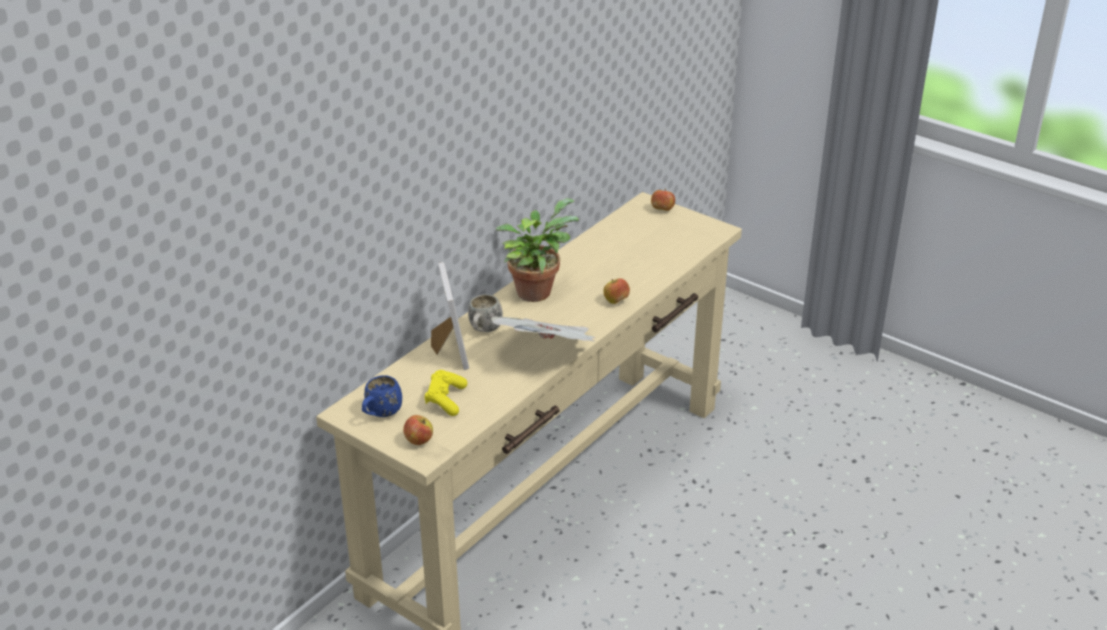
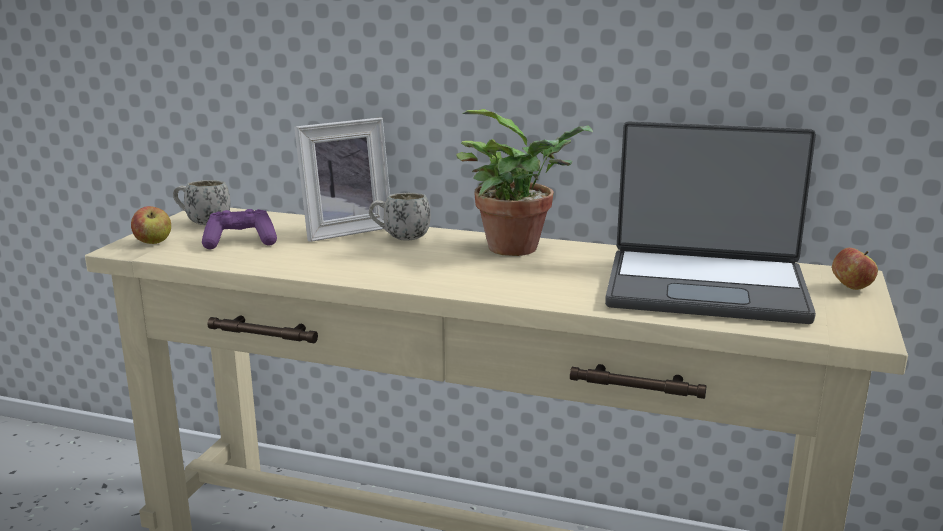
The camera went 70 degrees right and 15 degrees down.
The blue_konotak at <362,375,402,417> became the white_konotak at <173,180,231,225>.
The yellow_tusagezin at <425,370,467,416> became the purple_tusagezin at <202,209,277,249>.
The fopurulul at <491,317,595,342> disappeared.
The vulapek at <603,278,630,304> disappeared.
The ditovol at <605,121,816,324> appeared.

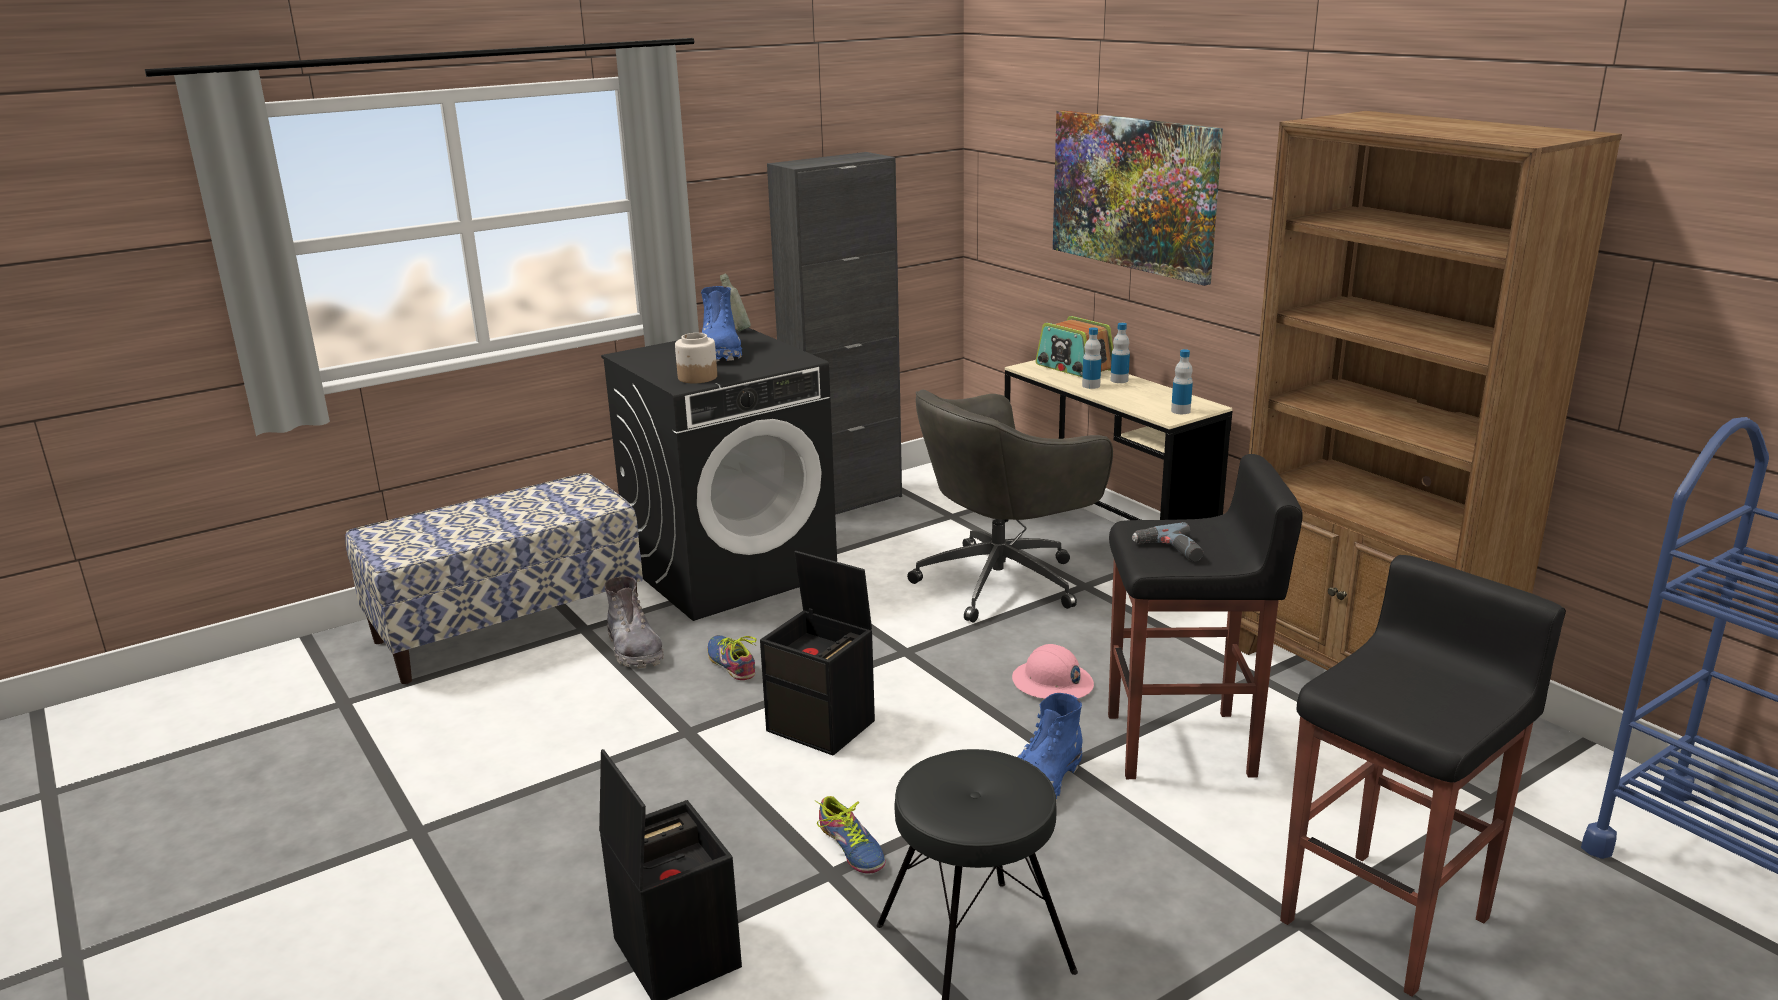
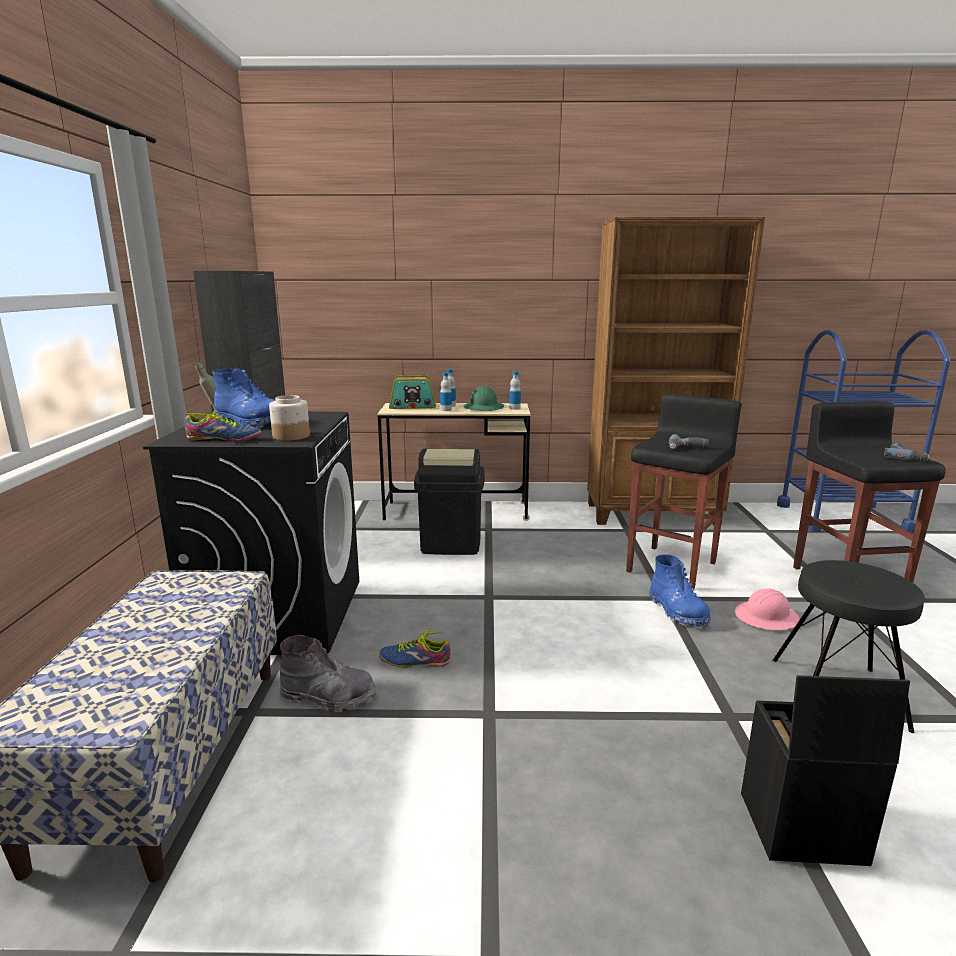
The camera went 55 degrees left and 5 degrees down.
The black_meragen at <760,551,875,756> disappeared.
The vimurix moved from <815,796,886,874> to <184,410,261,442>.
The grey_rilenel at <907,389,1113,623> was replaced by the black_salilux at <414,449,485,555>.
The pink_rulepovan moved from <1012,644,1094,699> to <735,589,800,630>.
The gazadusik at <1053,110,1223,286> disappeared.
The green_rulepovan at <464,386,504,411> appeared.
The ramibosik at <884,442,930,461> appeared.

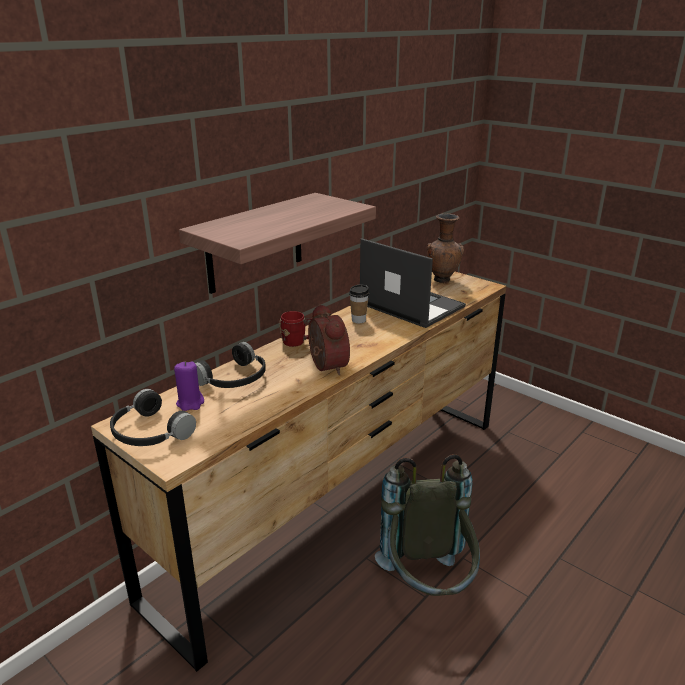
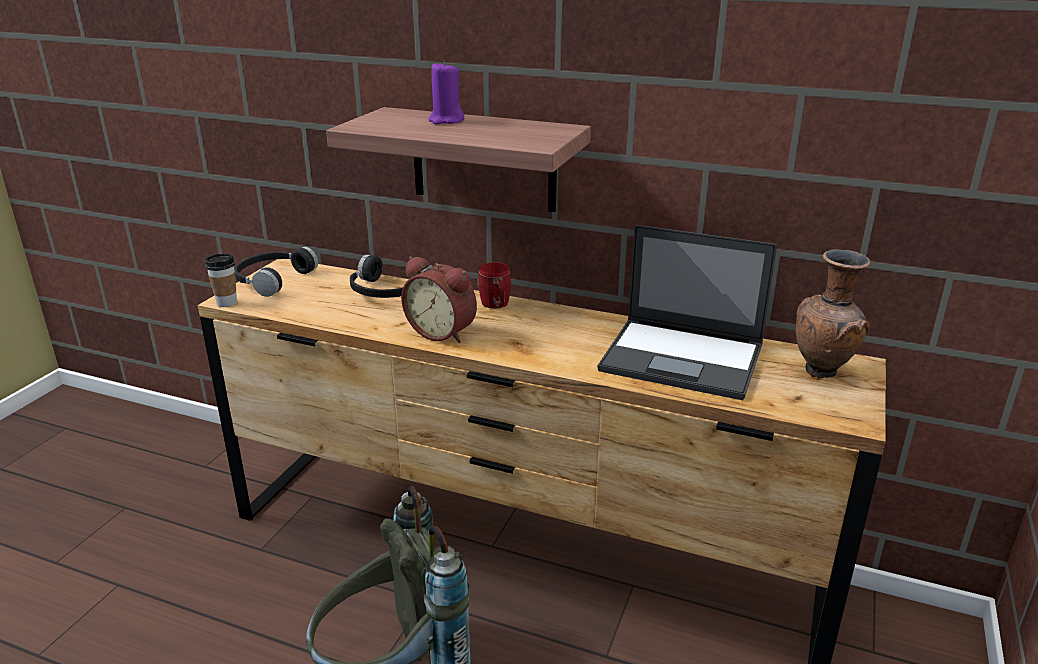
The camera went 70 degrees right and 0 degrees up.
The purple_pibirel moved from <174,361,204,411> to <429,61,464,125>.
The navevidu at <308,304,350,375> turned 75 degrees clockwise.
The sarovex moved from <349,284,369,323> to <205,254,237,307>.
The ditovol at <360,238,466,328> turned 90 degrees clockwise.

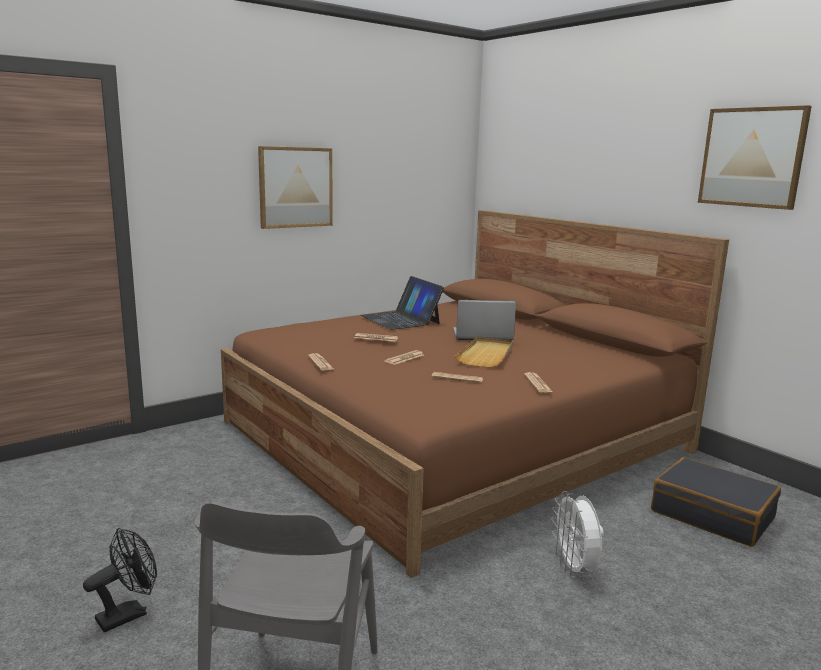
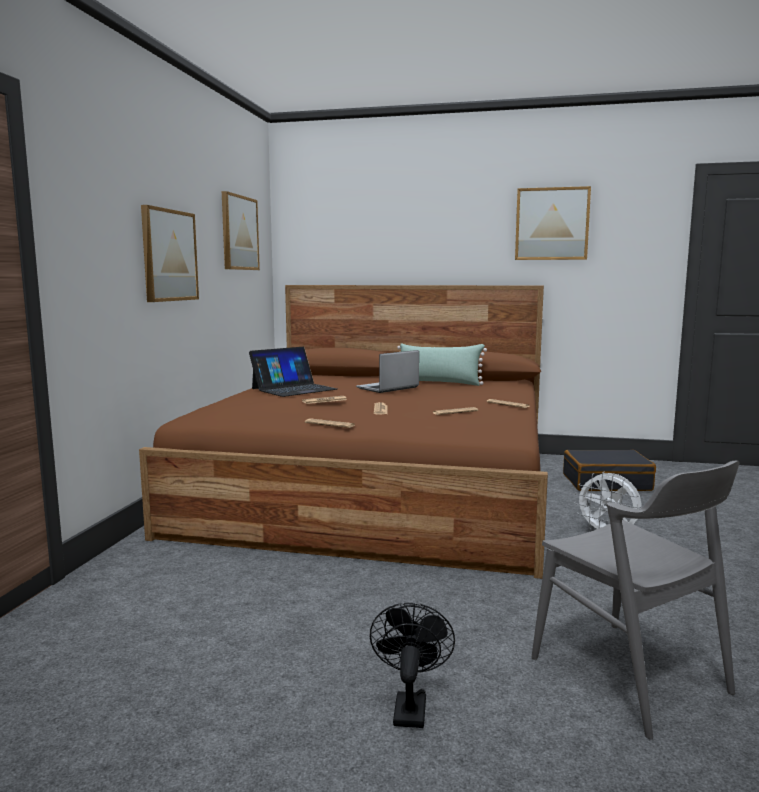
The camera went 40 degrees left and 5 degrees down.
The ditovol at <361,276,444,330> turned 60 degrees counterclockwise.
The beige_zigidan at <455,337,513,368> disappeared.
The gazadusik at <222,191,260,270> appeared.
The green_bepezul at <397,343,487,386> appeared.

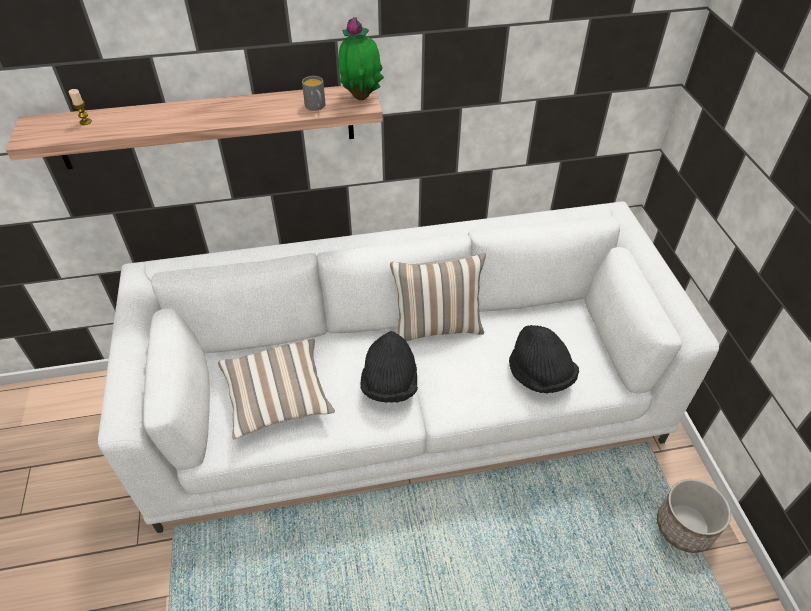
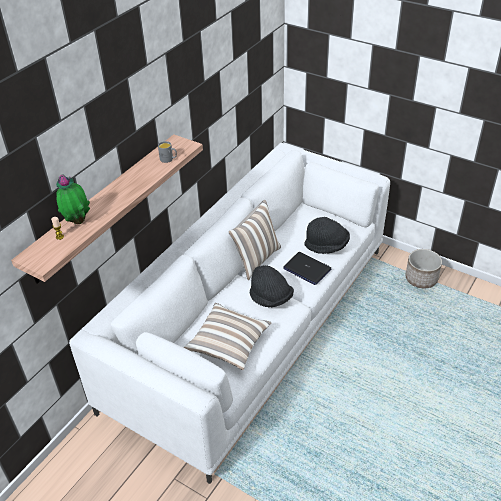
The camera went 45 degrees left and 5 degrees down.
The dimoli moved from <339,17,384,100> to <56,174,90,224>.
The ditovol at <283,252,332,285> appeared.

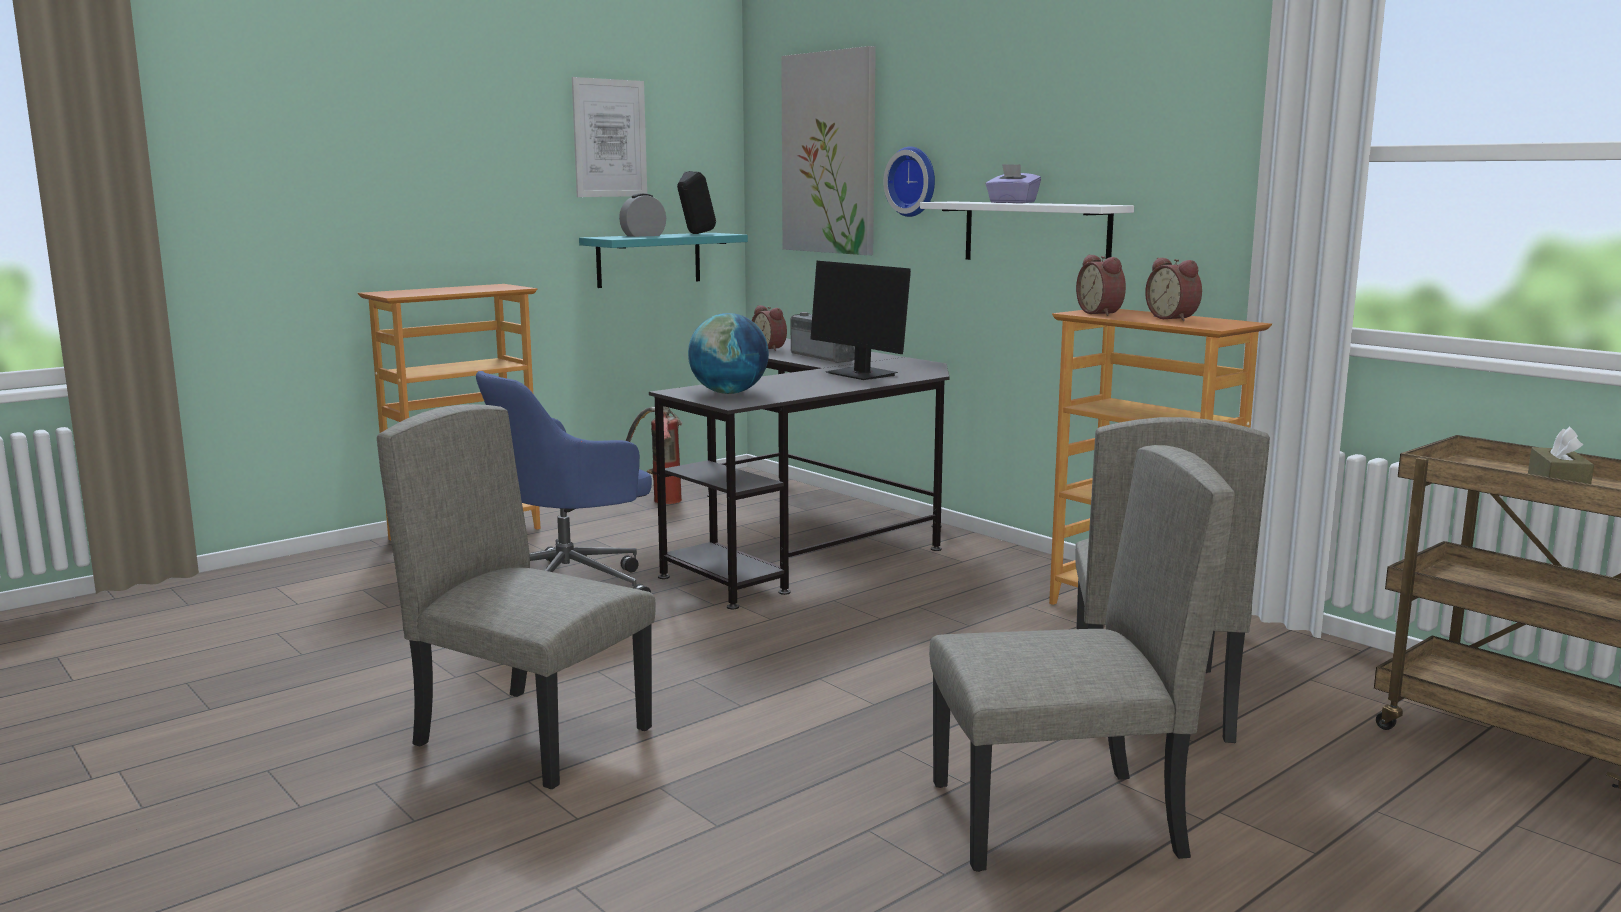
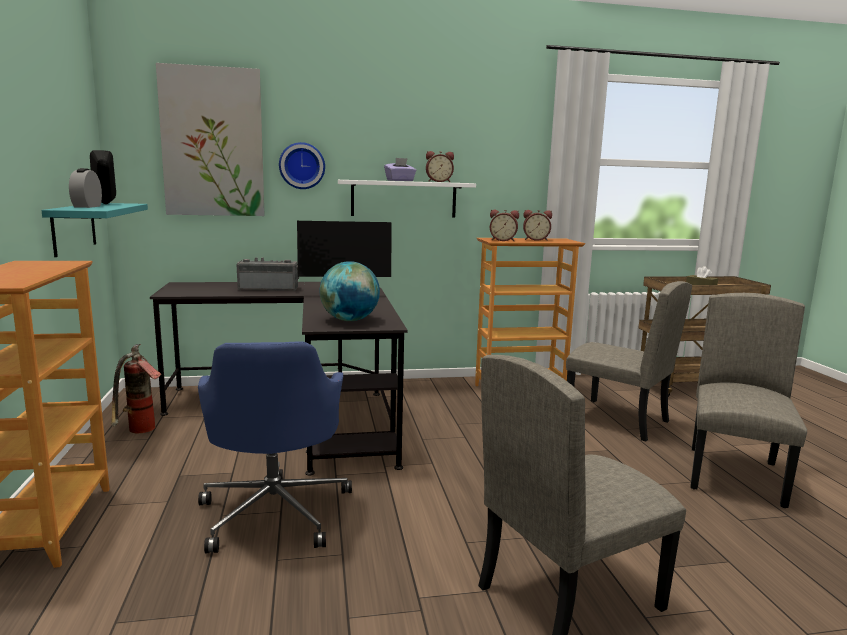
The camera went 60 degrees left and 0 degrees up.
The gazadusik at <572,77,647,197> disappeared.
The navevidu moved from <752,305,787,351> to <426,151,454,182>.

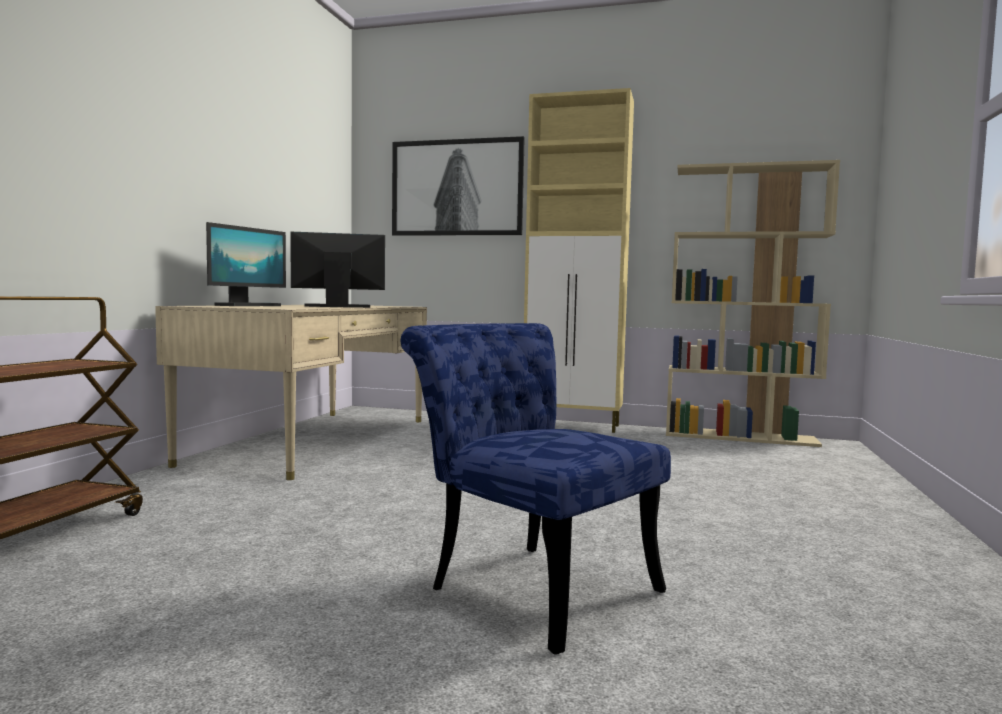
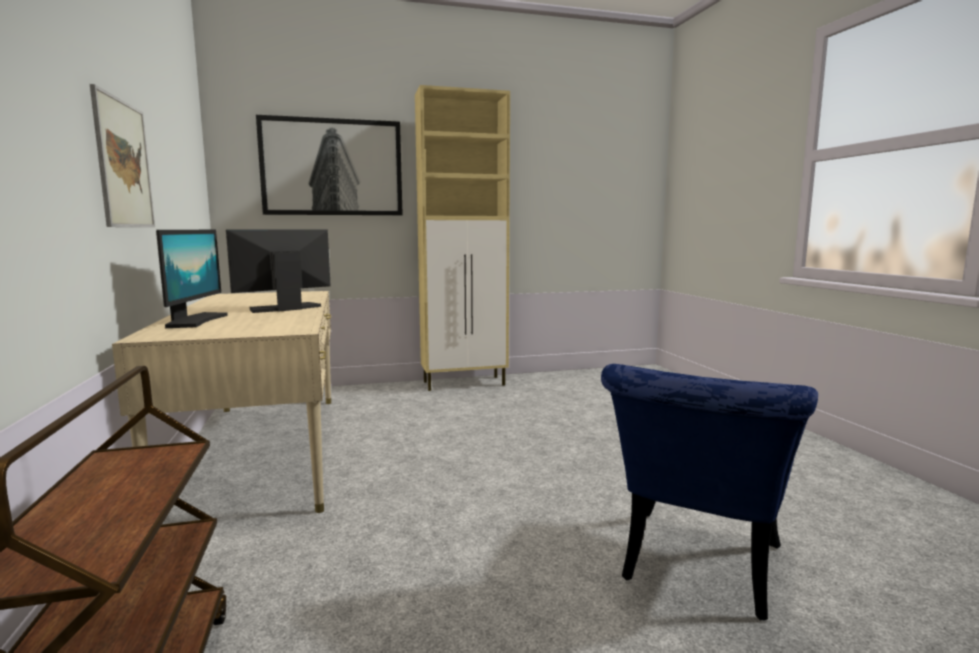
The camera went 30 degrees left and 5 degrees up.
The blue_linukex at <401,323,671,654> turned 75 degrees counterclockwise.
The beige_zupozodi at <666,160,840,447> disappeared.
The gazadusik at <90,84,155,227> appeared.

